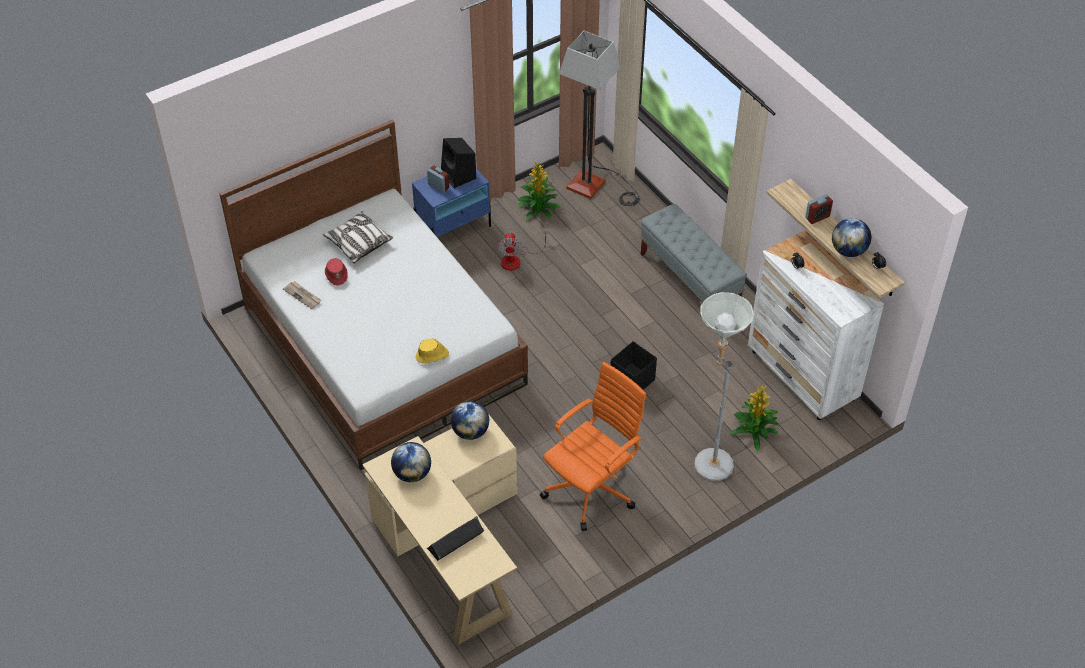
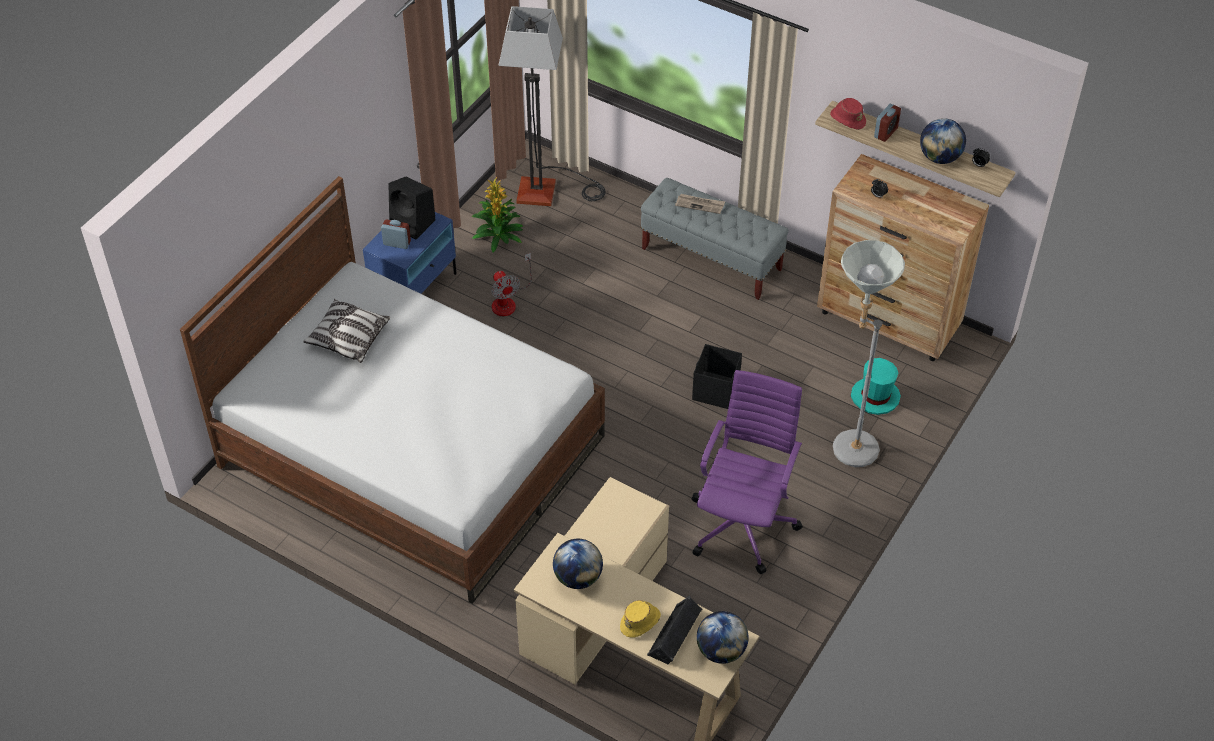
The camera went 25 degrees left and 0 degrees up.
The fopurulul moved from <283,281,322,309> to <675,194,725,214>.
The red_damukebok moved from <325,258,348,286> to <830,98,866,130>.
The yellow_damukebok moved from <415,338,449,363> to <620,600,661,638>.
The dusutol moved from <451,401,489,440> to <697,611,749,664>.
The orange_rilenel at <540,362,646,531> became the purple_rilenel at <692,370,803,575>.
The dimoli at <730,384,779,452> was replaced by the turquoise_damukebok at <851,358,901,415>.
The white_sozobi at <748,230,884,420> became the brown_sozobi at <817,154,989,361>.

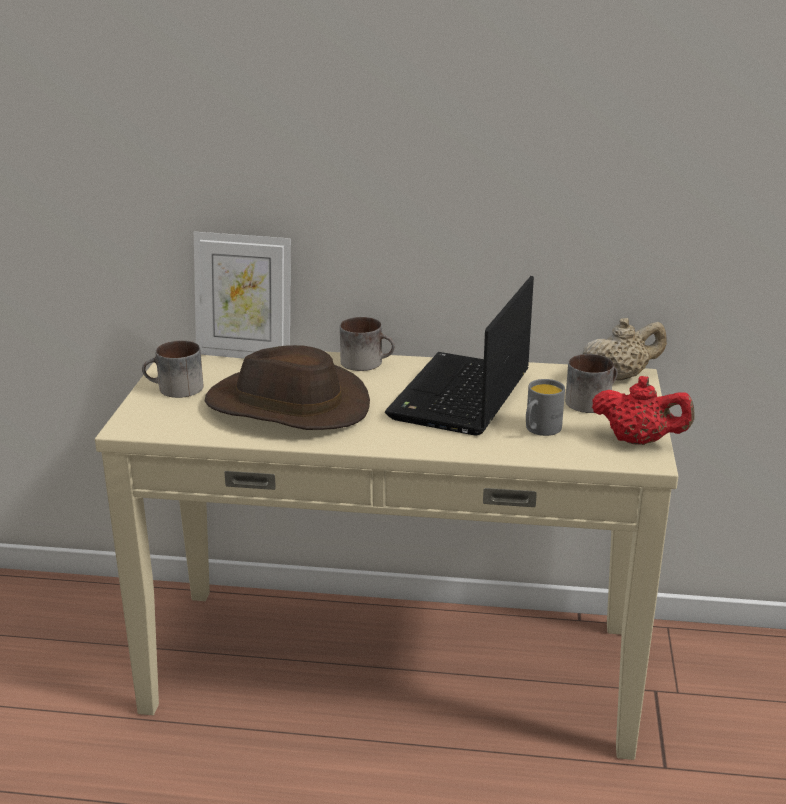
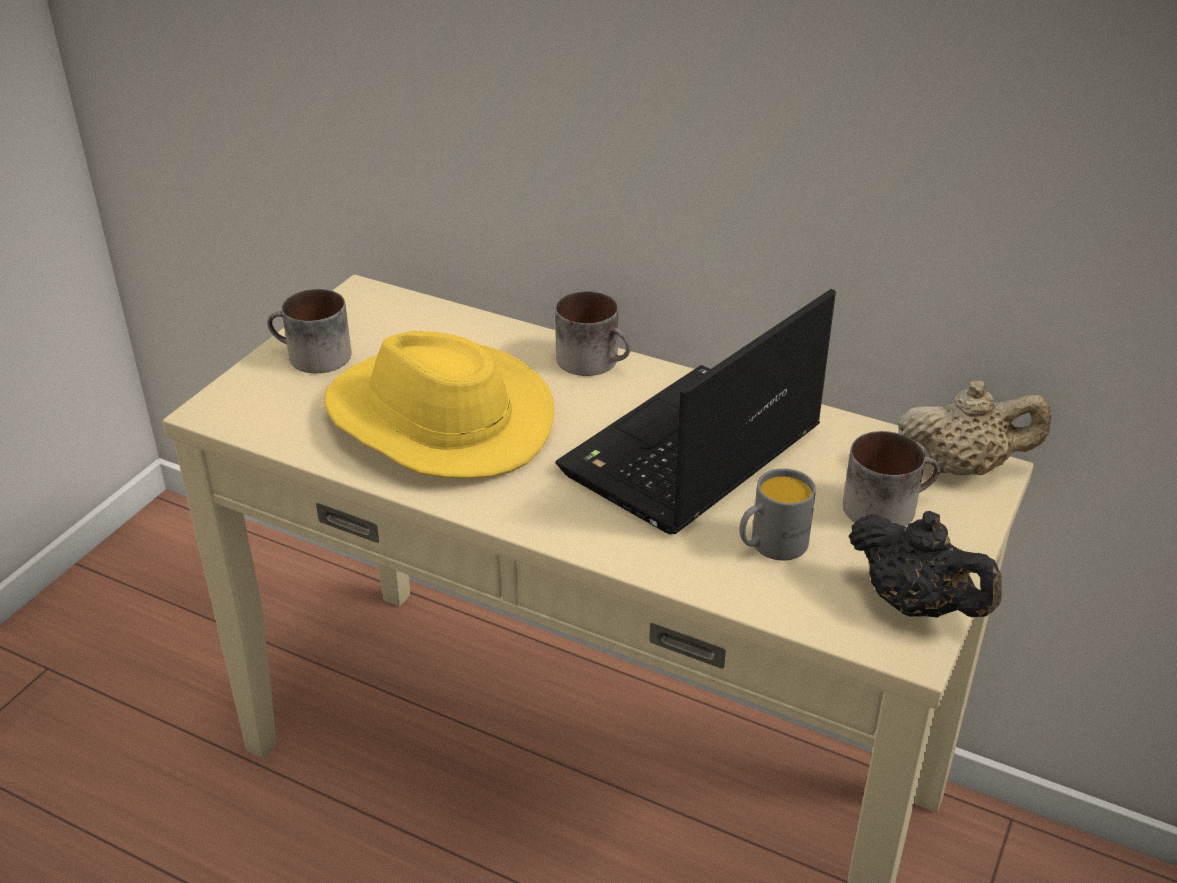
The camera went 20 degrees right and 10 degrees up.
The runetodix at <194,232,291,359> disappeared.
The brown_damukebok at <205,345,370,430> became the yellow_damukebok at <324,331,554,479>.
The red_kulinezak at <592,376,695,445> became the black_kulinezak at <849,511,1002,617>.

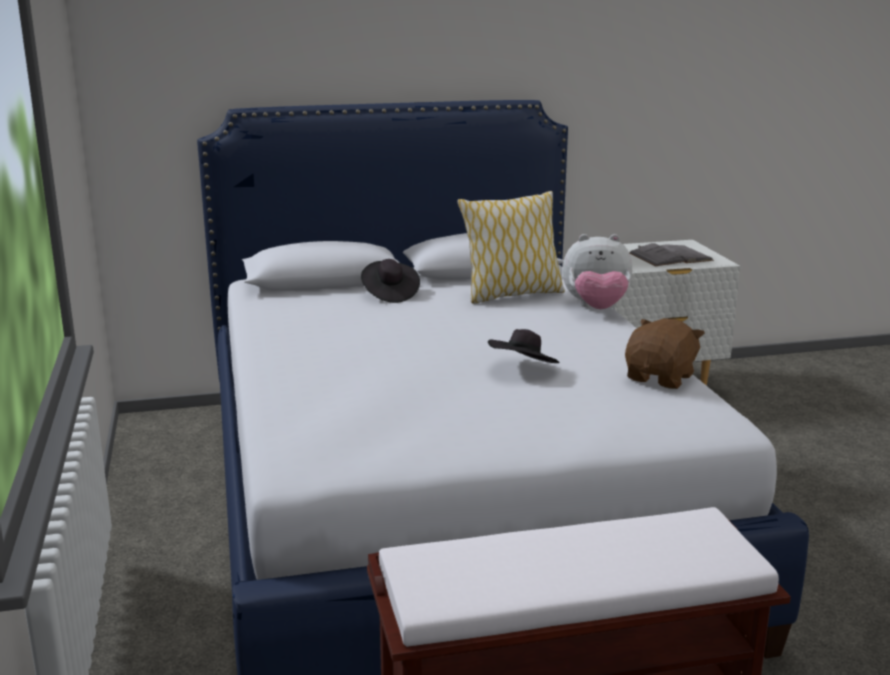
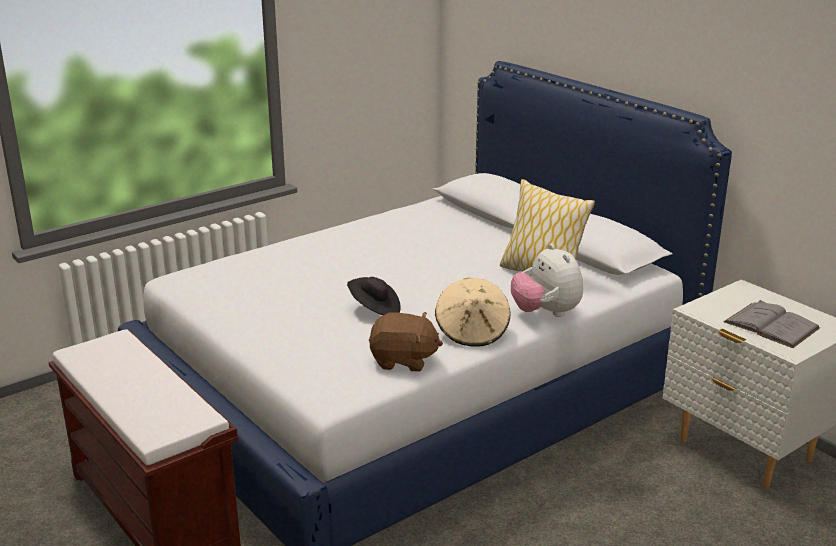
The camera went 65 degrees right and 5 degrees up.
The black_damukebok at <361,259,420,303> disappeared.
The beige_damukebok at <435,278,510,347> appeared.

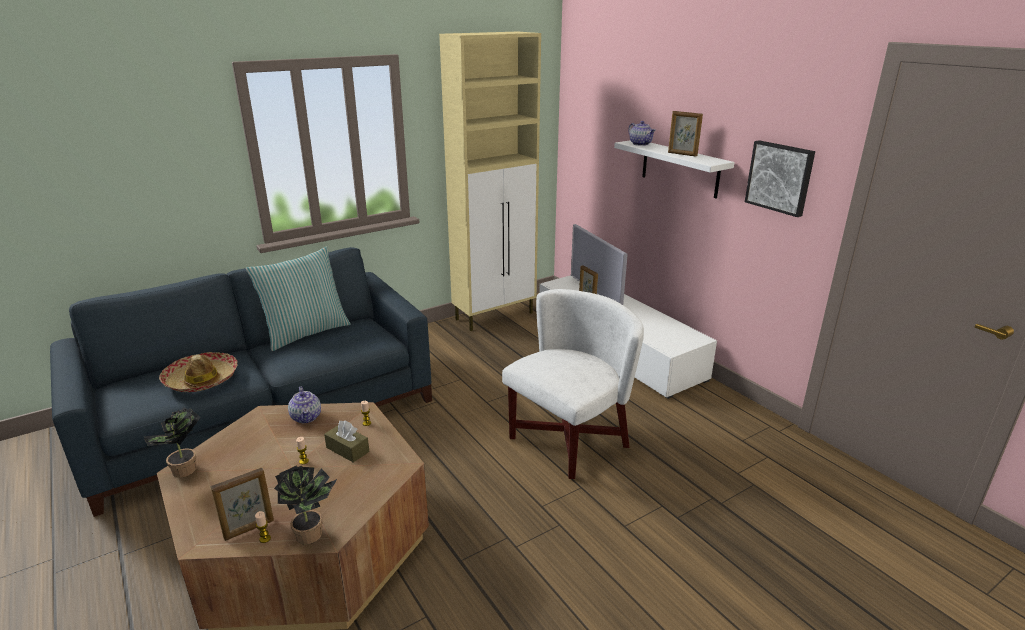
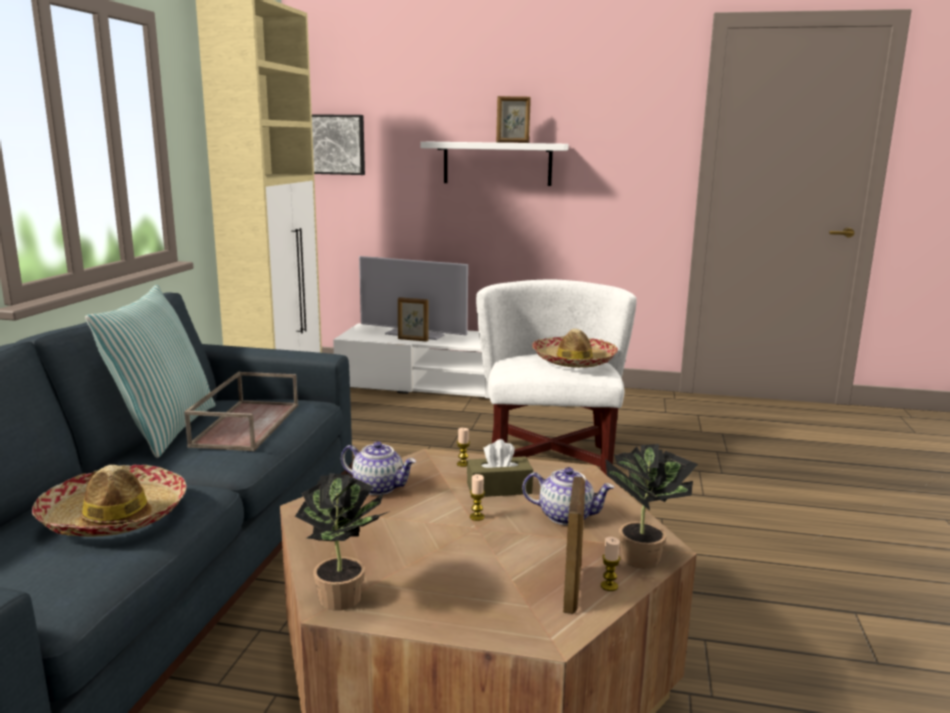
The camera went 45 degrees left and 10 degrees down.
The kulinezak moved from <628,121,655,146> to <522,467,614,525>.
The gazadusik moved from <745,140,815,217> to <312,114,365,175>.
The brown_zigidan at <184,372,298,451> appeared.
The damukebok at <532,329,618,368> appeared.

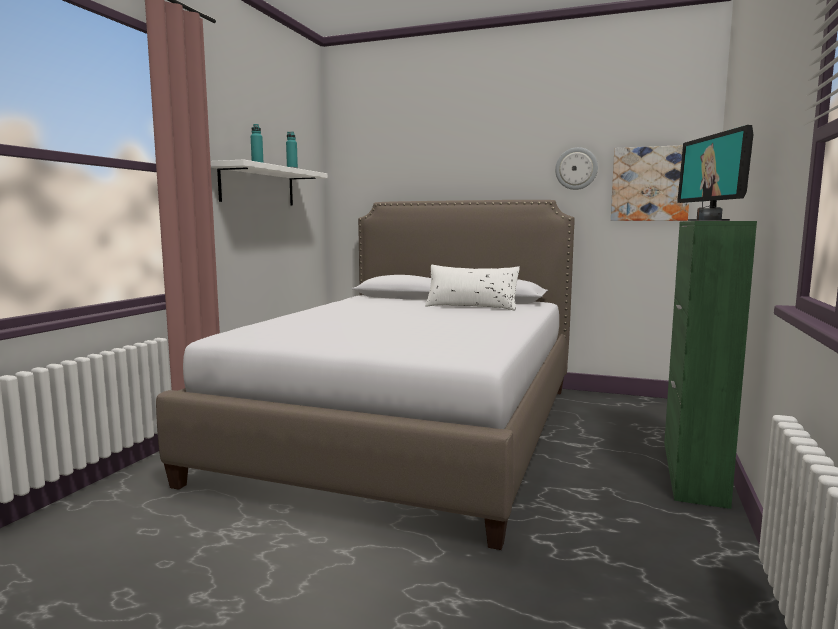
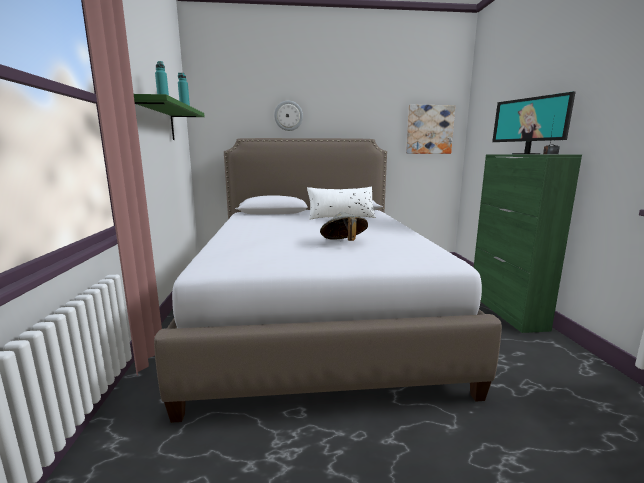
The camera went 25 degrees left and 5 degrees up.
The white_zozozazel at <210,160,327,206> became the green_zozozazel at <134,94,205,140>.
The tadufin moved from <555,147,598,190> to <274,101,303,131>.
The grey_damukebok at <320,212,368,241> appeared.

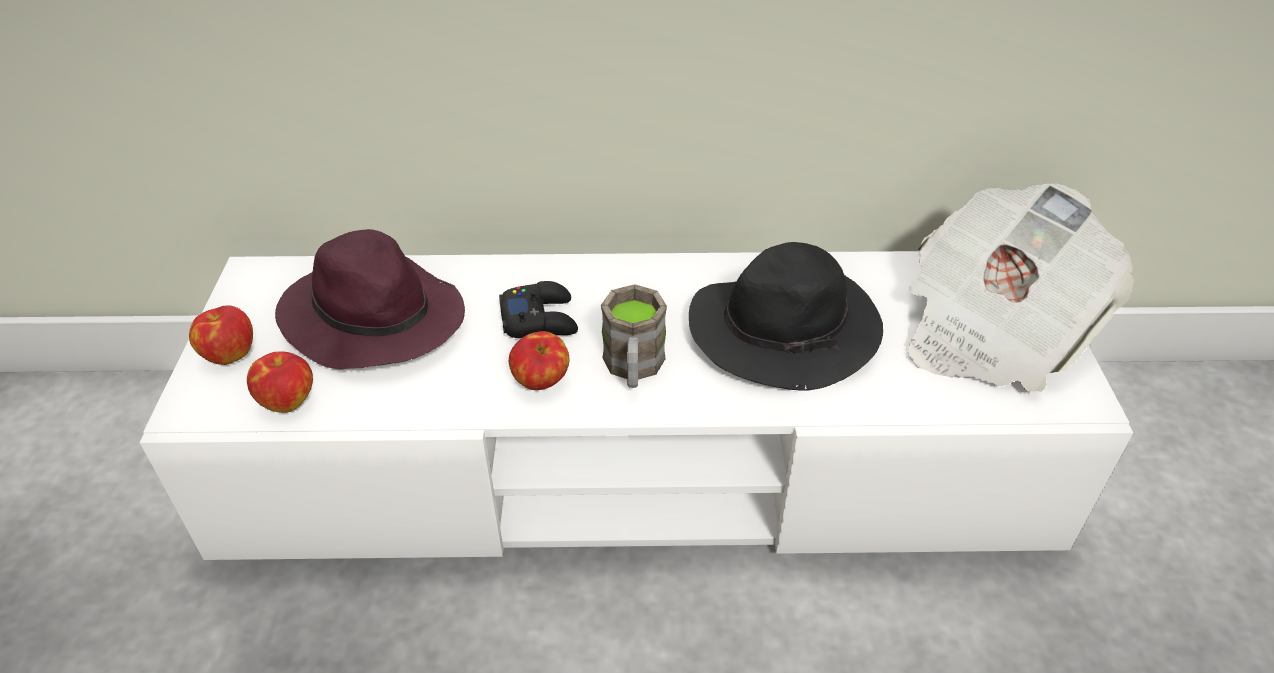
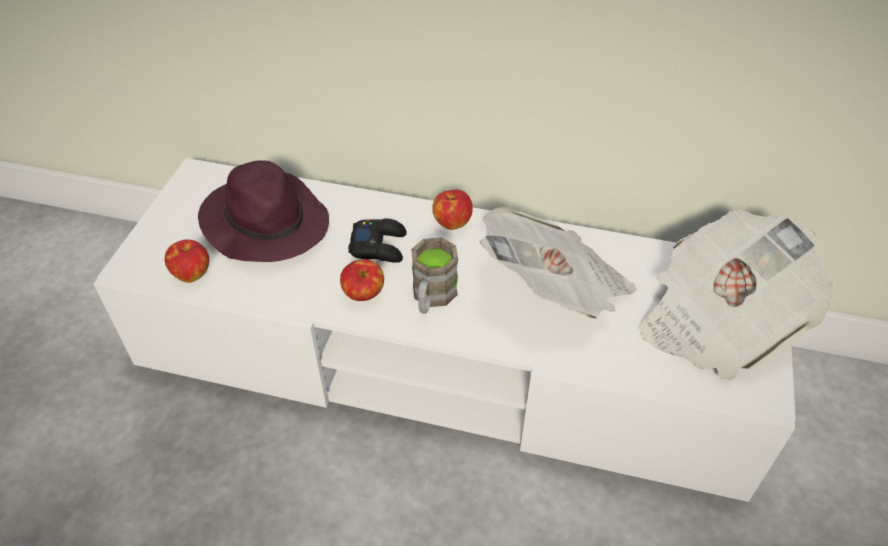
The camera went 15 degrees right and 5 degrees up.
The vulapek moved from <189,305,253,365> to <432,190,473,230>.
The black_damukebok at <689,242,883,390> was replaced by the fopurulul at <480,207,637,319>.

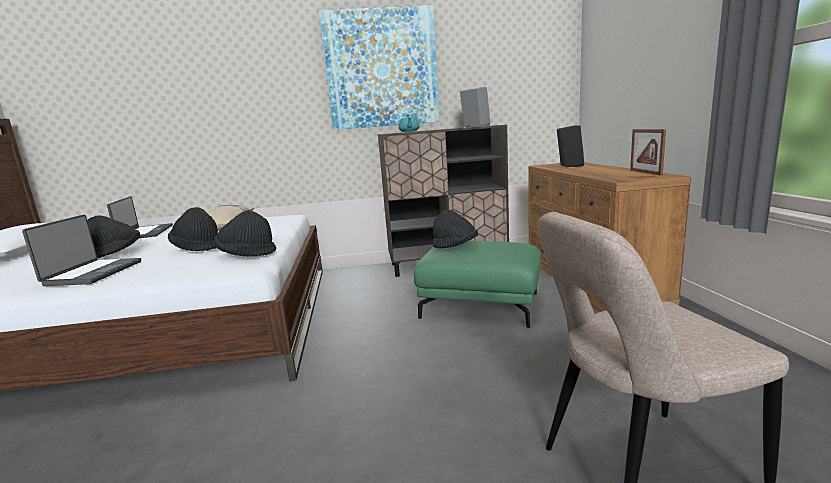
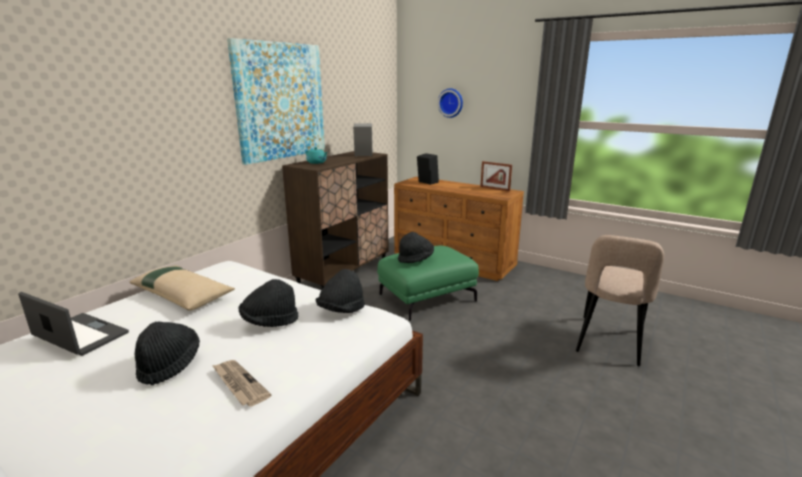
The camera went 50 degrees left and 5 degrees up.
The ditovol at <22,215,141,286> was replaced by the fopurulul at <212,360,272,407>.
The tadufin at <438,88,463,118> appeared.

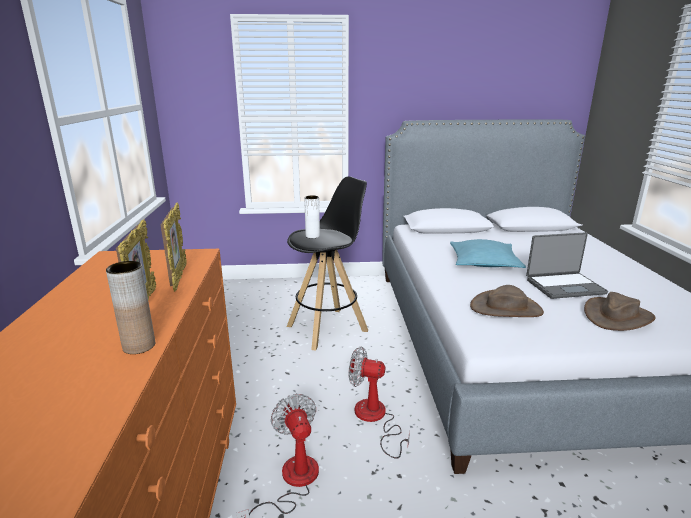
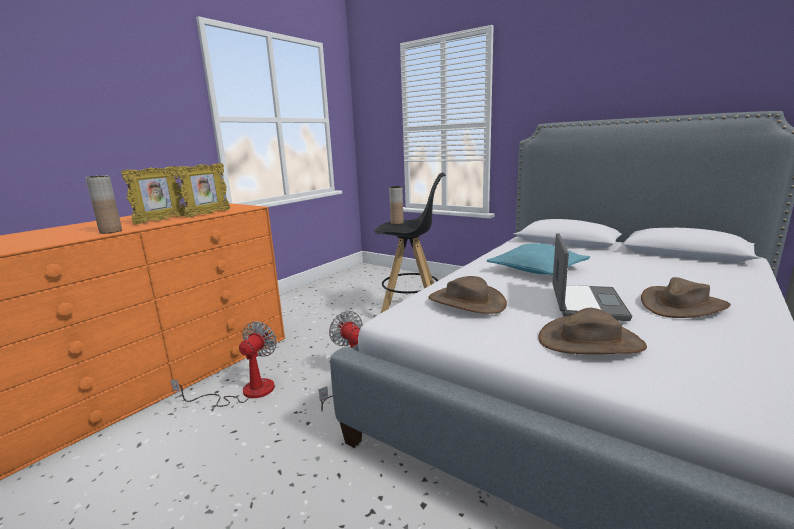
The camera went 40 degrees right and 5 degrees down.
The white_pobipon at <304,195,320,238> became the brown_pobipon at <389,186,404,225>.
The ditovol at <526,232,608,299> turned 105 degrees counterclockwise.
The brown_damukebok at <641,277,731,318> appeared.

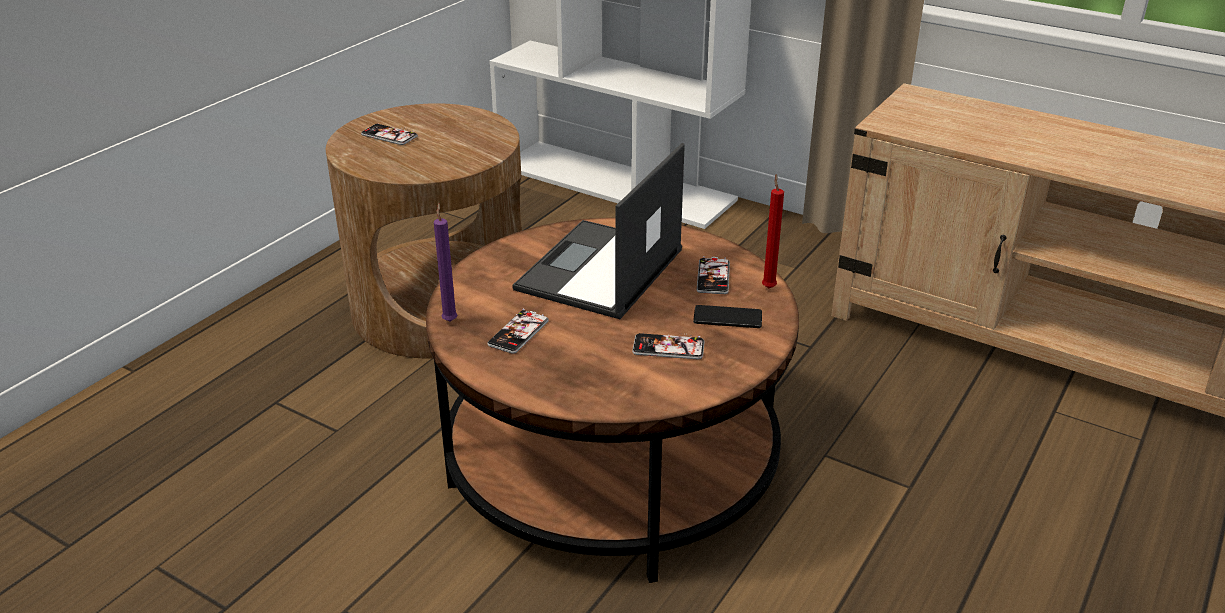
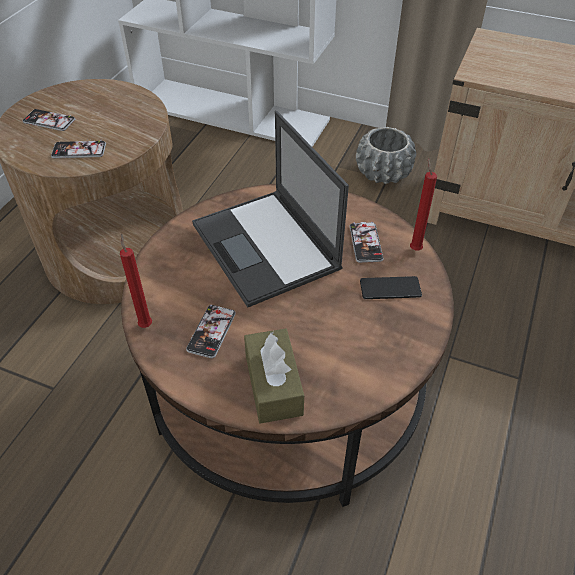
The camera went 10 degrees left and 15 degrees up.
The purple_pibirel at <434,203,458,321> became the red_pibirel at <120,233,152,328>.
The ditovol at <512,143,685,319> turned 45 degrees counterclockwise.
The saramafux moved from <632,333,705,360> to <51,139,106,158>.
The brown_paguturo at <244,329,304,424> appeared.
The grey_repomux at <356,127,416,184> appeared.

